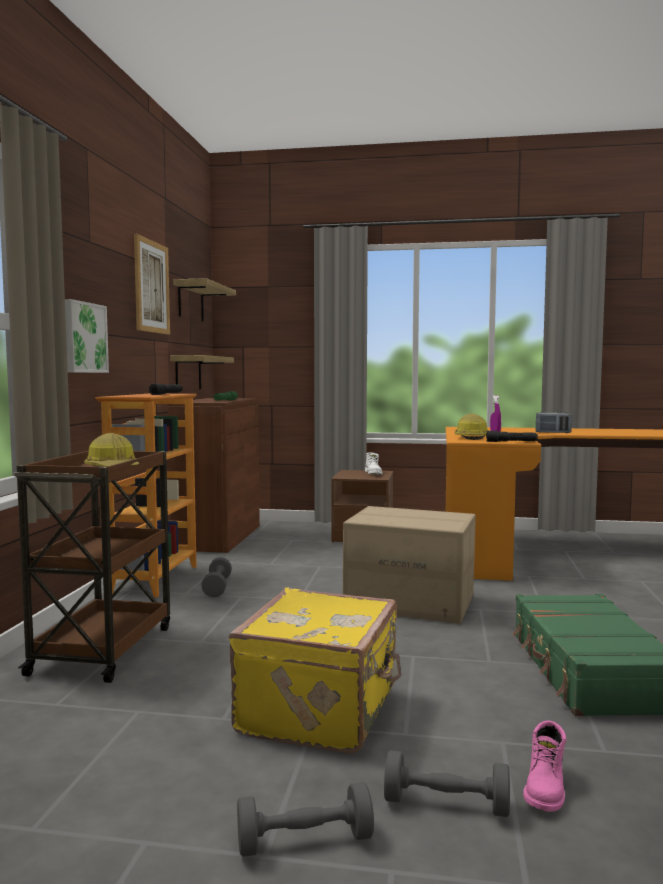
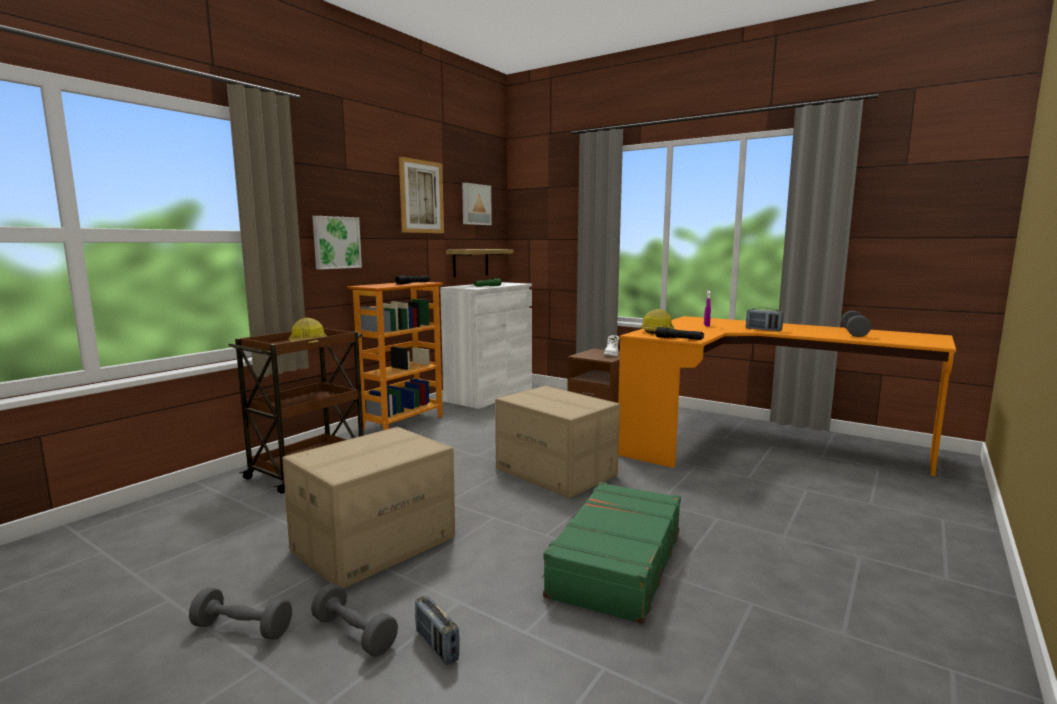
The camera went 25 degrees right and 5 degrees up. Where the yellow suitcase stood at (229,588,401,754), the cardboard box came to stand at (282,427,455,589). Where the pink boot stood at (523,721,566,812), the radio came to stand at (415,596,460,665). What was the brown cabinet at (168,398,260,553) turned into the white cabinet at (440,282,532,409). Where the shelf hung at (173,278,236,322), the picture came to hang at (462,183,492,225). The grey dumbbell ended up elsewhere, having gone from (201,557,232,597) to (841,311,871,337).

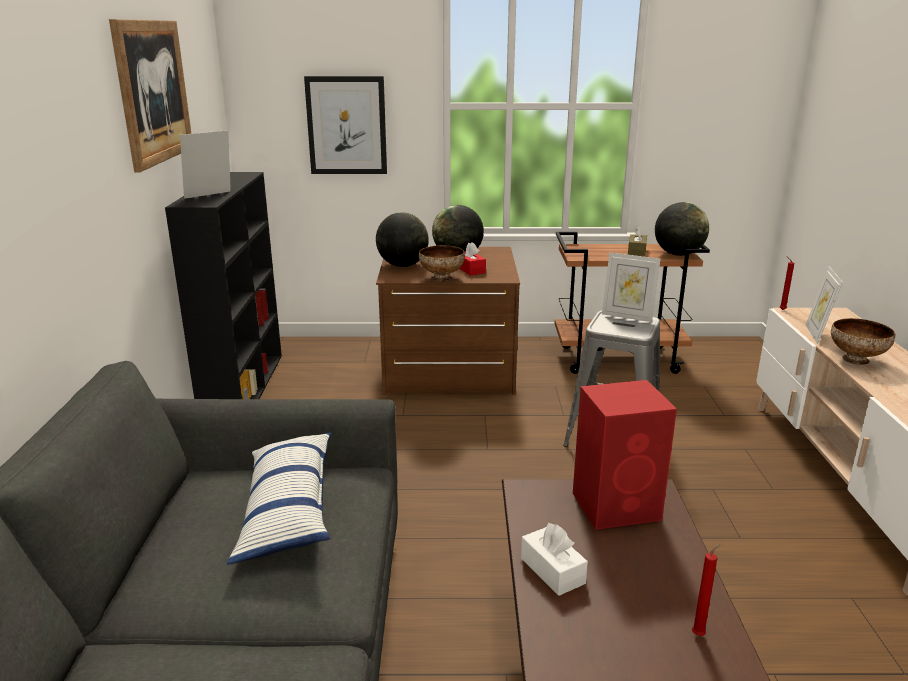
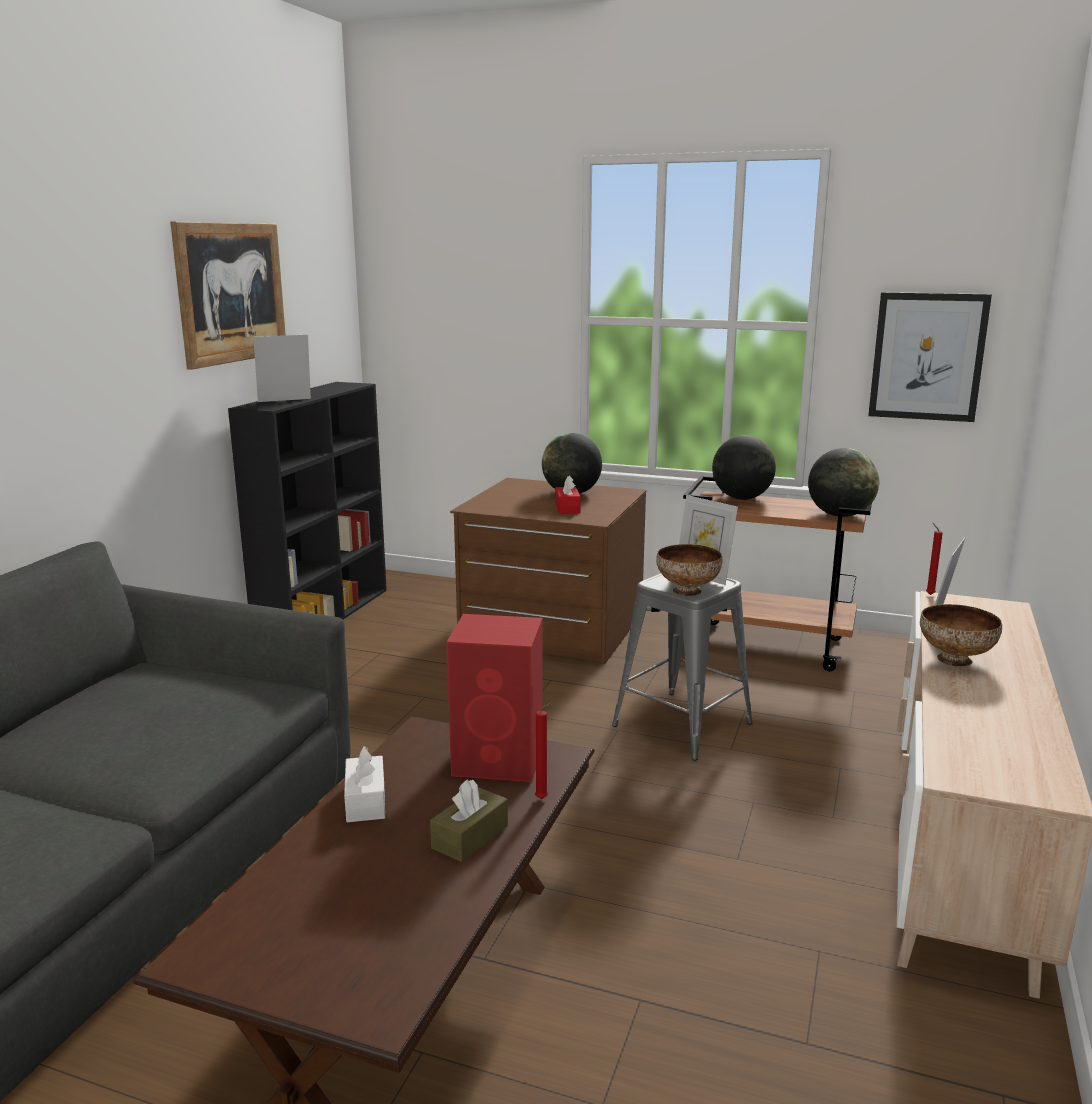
The camera went 20 degrees right and 5 degrees down. The brown tissue box ended up elsewhere, having gone from (628,226,647,257) to (430,779,508,862). The red candle ended up elsewhere, having gone from (692,543,721,636) to (535,702,553,799). The bowl ended up elsewhere, having gone from (419,245,465,281) to (656,544,722,596). The globe ended up elsewhere, having gone from (376,212,429,267) to (712,435,776,500). The picture ended up elsewhere, having gone from (304,76,387,174) to (868,292,992,422). The second view lost the pillow at (227,432,332,564).

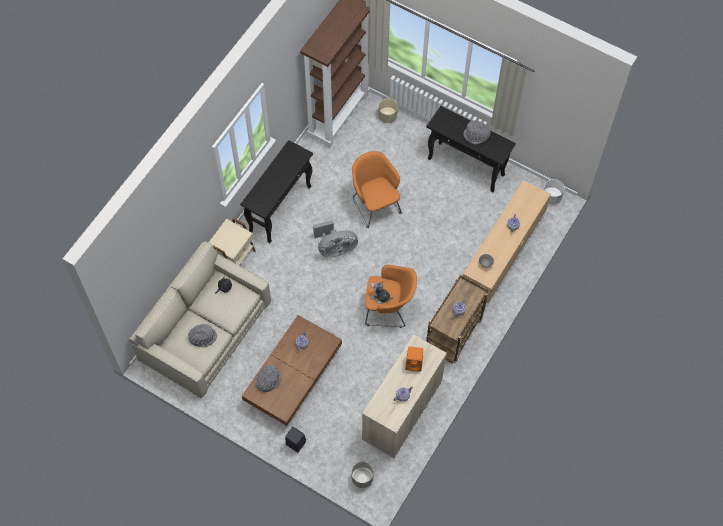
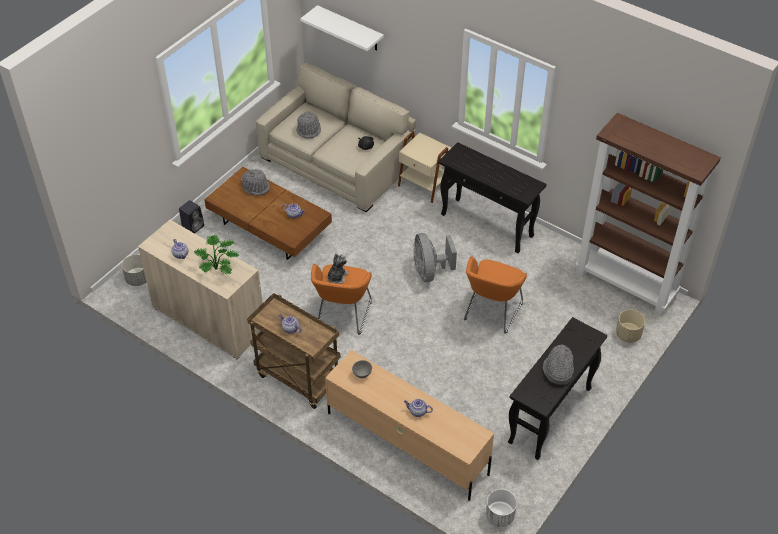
The camera went 95 degrees right and 15 degrees down. Where the orange speaker stood at (405,347,423,372), the potted plant came to stand at (194,235,239,275). The second view gained the white shelf at (300,5,384,51). The orange armchair at (352,151,402,228) ended up facing another way, 135 degrees clockwise from before.

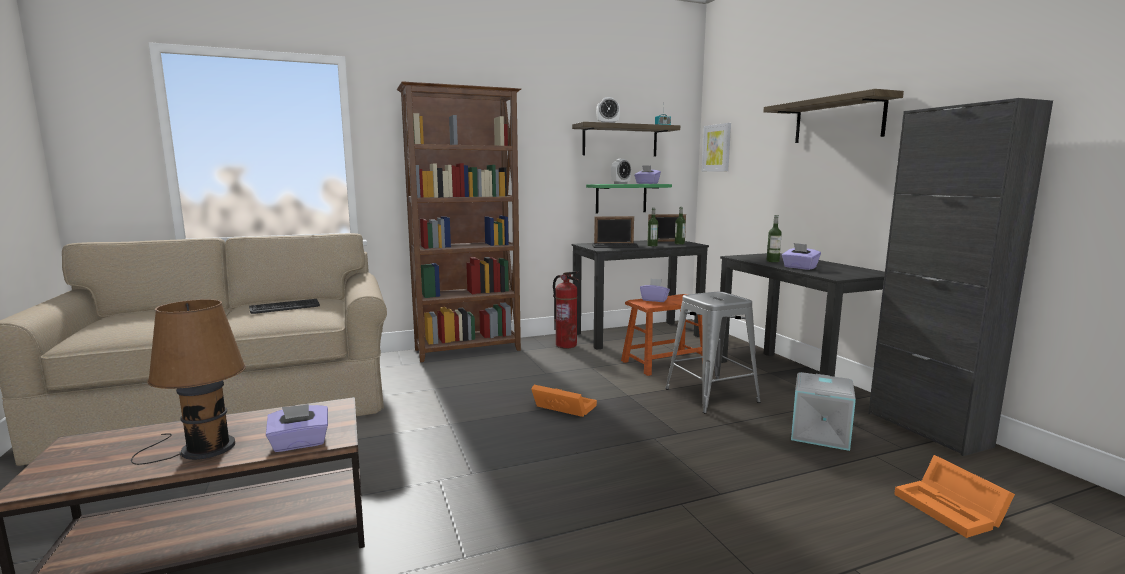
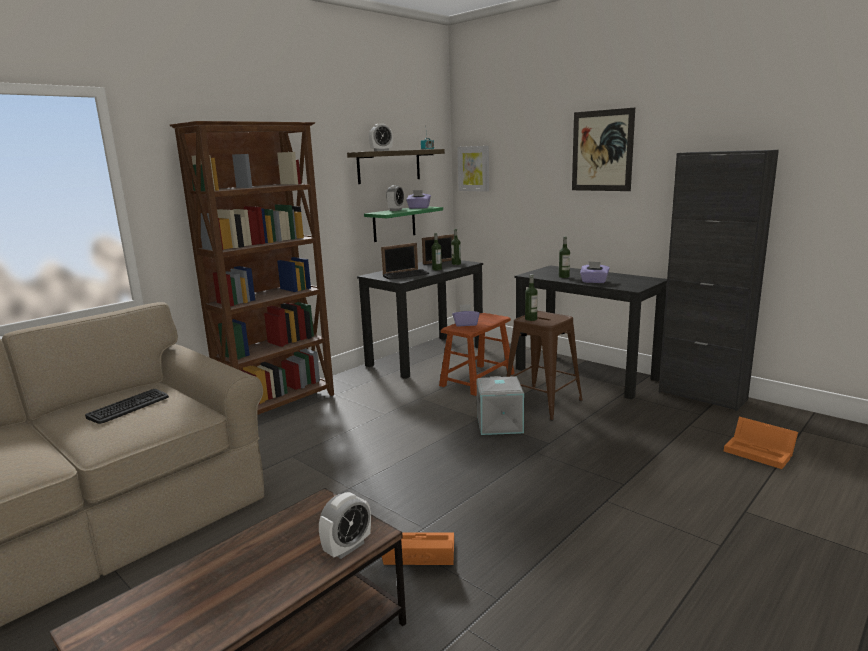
The camera went 25 degrees left and 5 degrees up. Where the purple tissue box stood at (266,404,328,452), the alarm clock came to stand at (319,492,371,559). The orange storage box ended up elsewhere, having gone from (531,385,597,417) to (382,533,454,565). The grey storage box ended up elsewhere, having gone from (791,372,856,451) to (477,376,524,435). What was the grey stool at (665,292,761,413) turned into the brown stool at (506,311,583,420). The second view gained the bottle at (525,274,538,321). Where the shelf hung at (763,89,904,143), the picture came to hang at (572,108,635,191). The second view lost the brown table lamp at (131,299,246,465). The second view lost the fire extinguisher at (553,271,580,348).

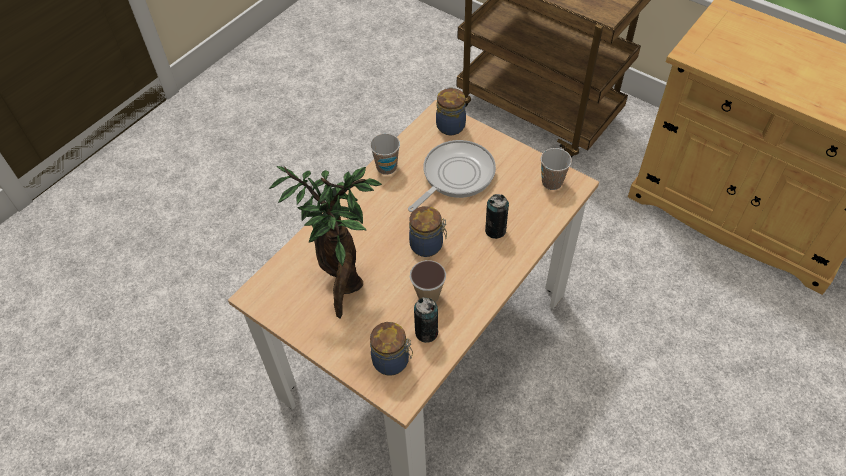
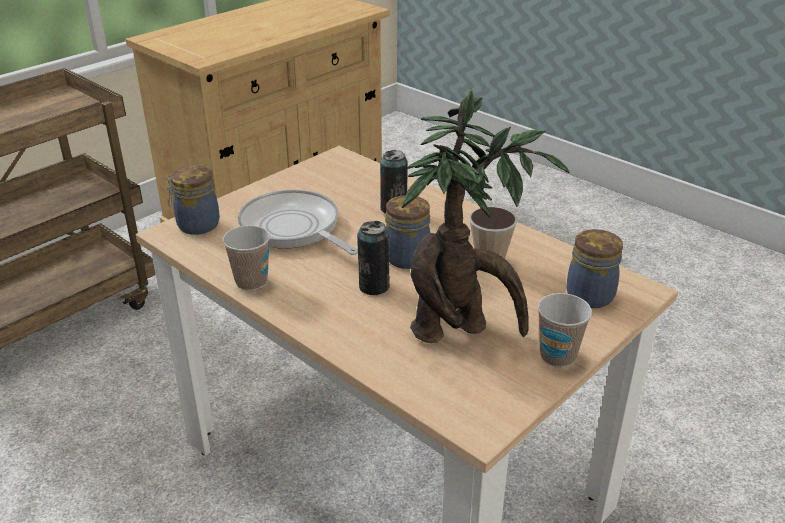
The camera went 85 degrees left and 20 degrees down. The can ended up elsewhere, having gone from (414,297,438,343) to (357,221,390,295). The cup ended up elsewhere, having gone from (541,148,572,190) to (538,293,592,367).

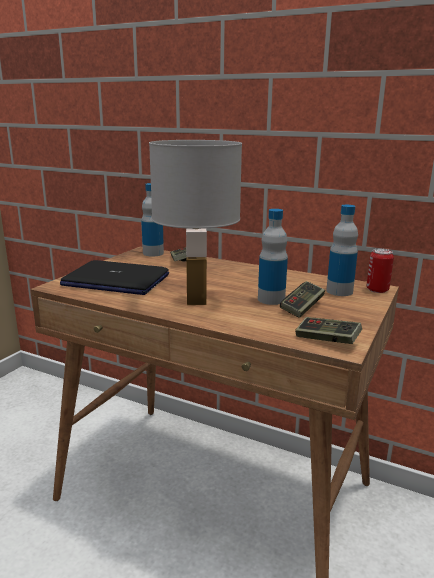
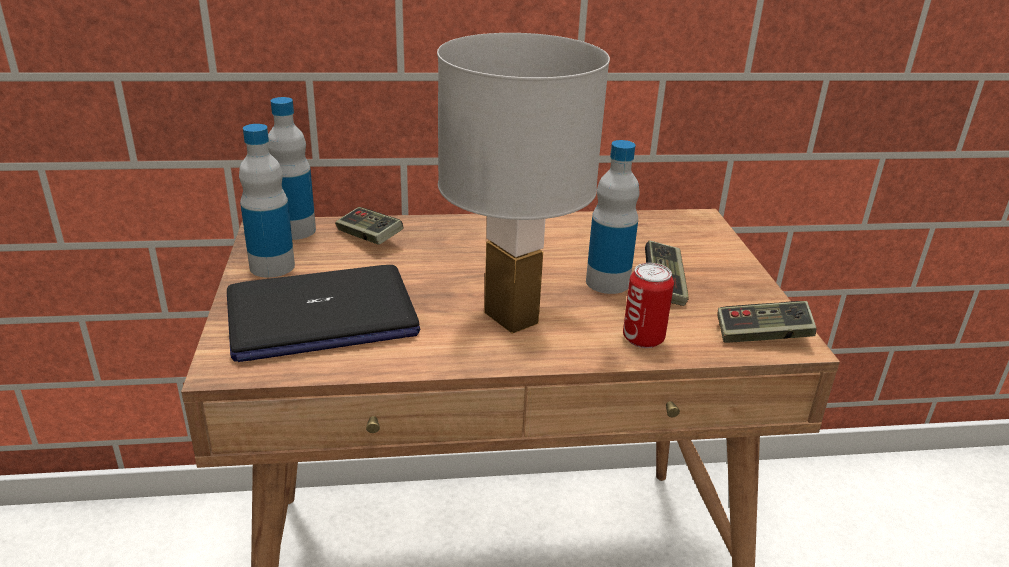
The camera went 35 degrees left and 10 degrees up. The bottle ended up elsewhere, having gone from (326,205,358,296) to (239,124,295,278). The can ended up elsewhere, having gone from (366,249,394,293) to (623,263,674,348).

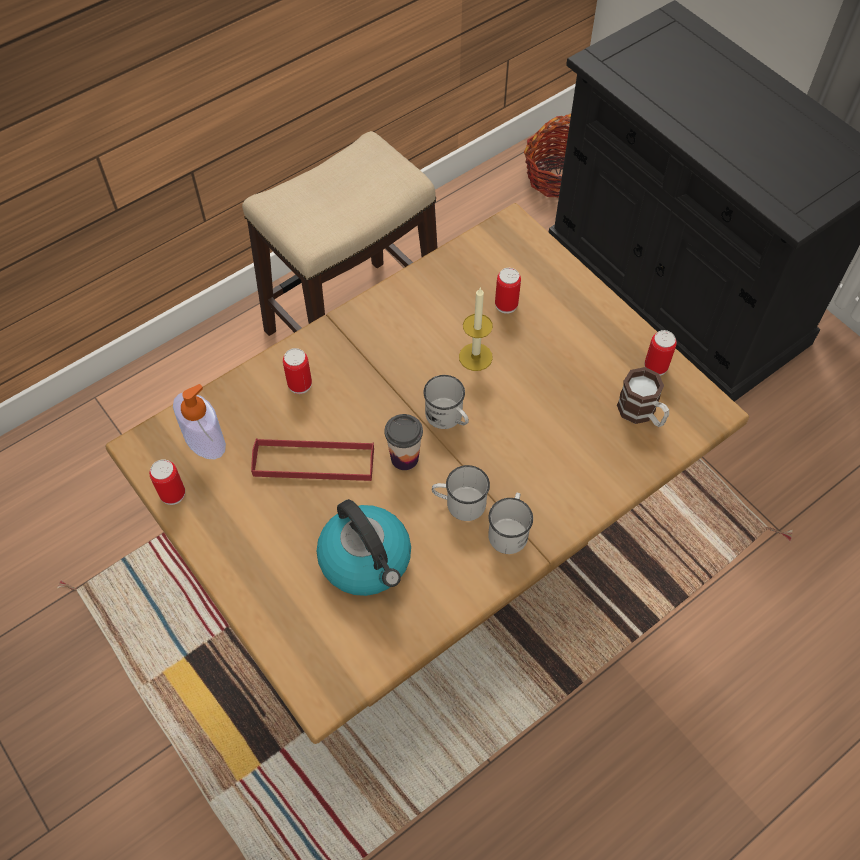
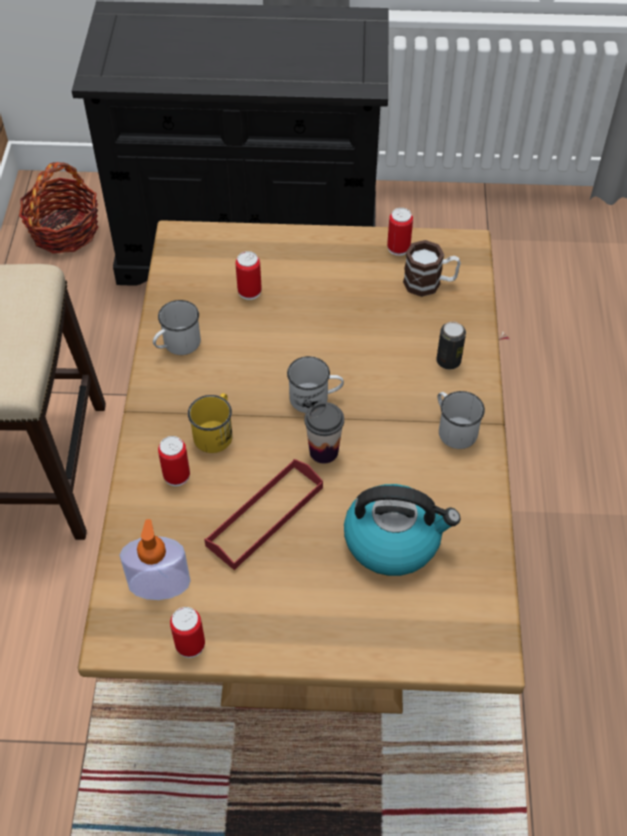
The camera went 50 degrees left and 5 degrees down. The white mug ended up elsewhere, having gone from (432,465,490,521) to (153,300,201,355). The second view gained the yellow mug at (188,393,232,453). The second view gained the can at (436,322,466,369). The second view lost the candle at (459,288,493,371).

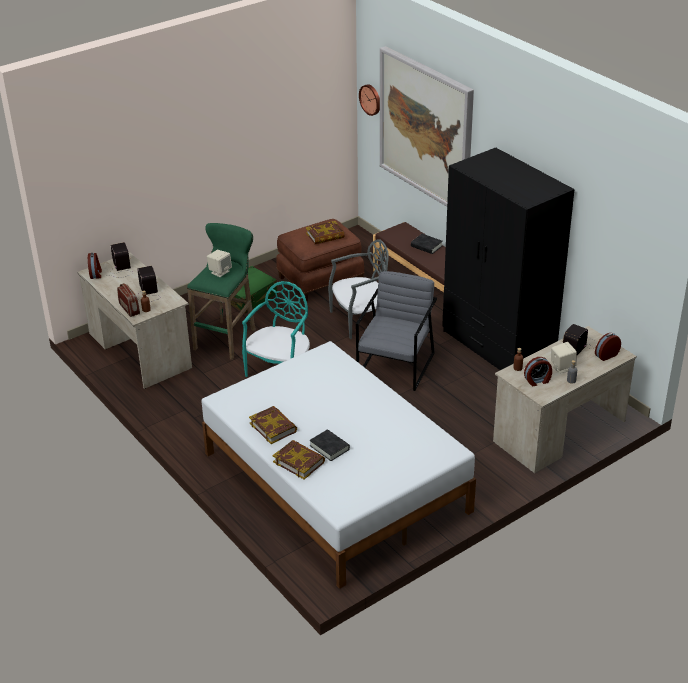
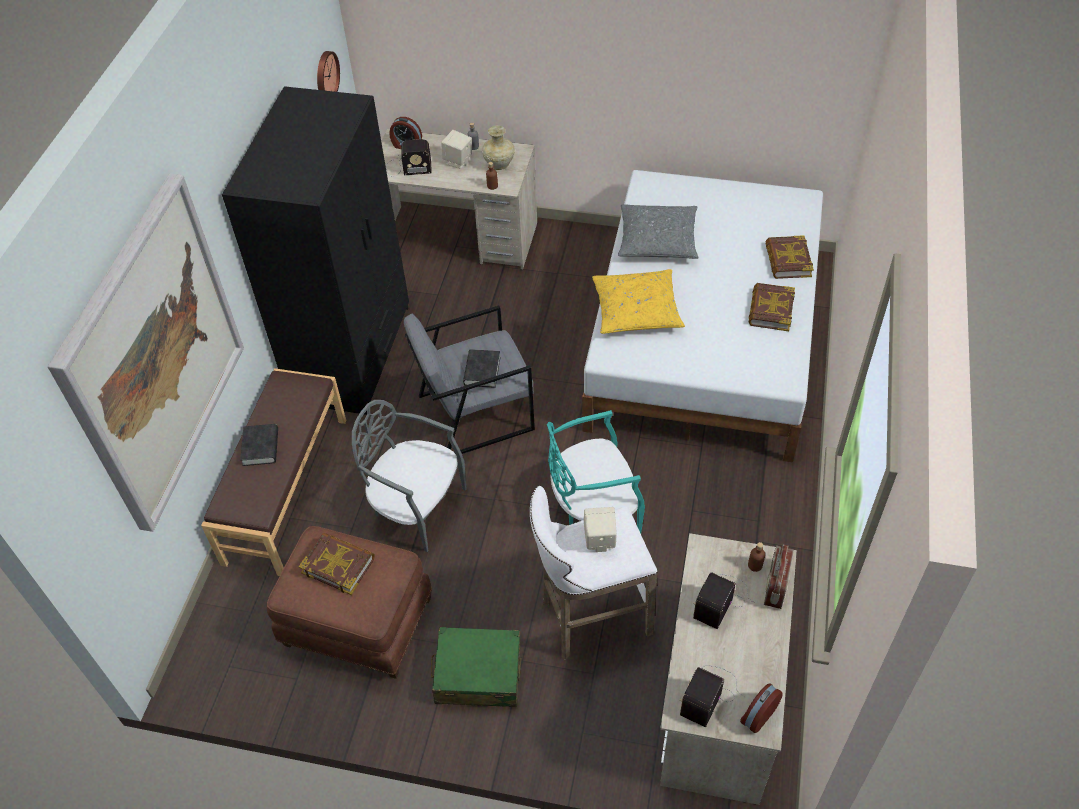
The camera went 130 degrees left and 15 degrees up. The wall clock ended up elsewhere, having gone from (359,84,380,116) to (317,51,340,92). The black book ended up elsewhere, having gone from (309,429,350,461) to (463,349,500,388). Where the alarm clock stood at (524,357,552,386), the beige vase came to stand at (482,125,515,170). What was the green stool at (187,223,256,360) turned into the white stool at (530,486,658,660). The second view gained the yellow pillow at (592,269,685,334). The second view gained the grey pillow at (618,204,699,259).

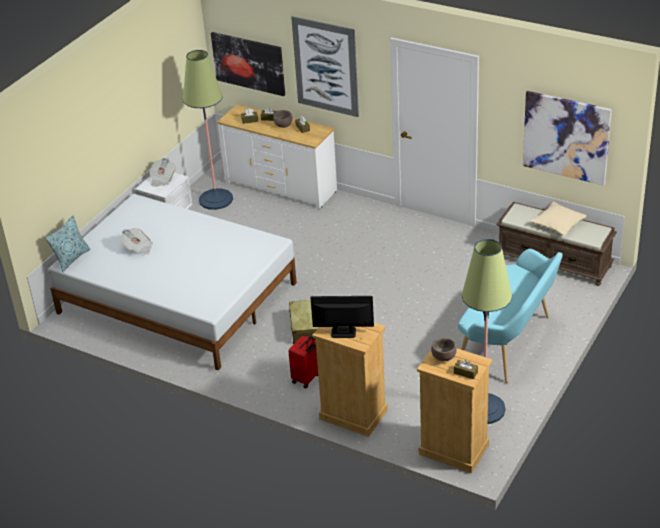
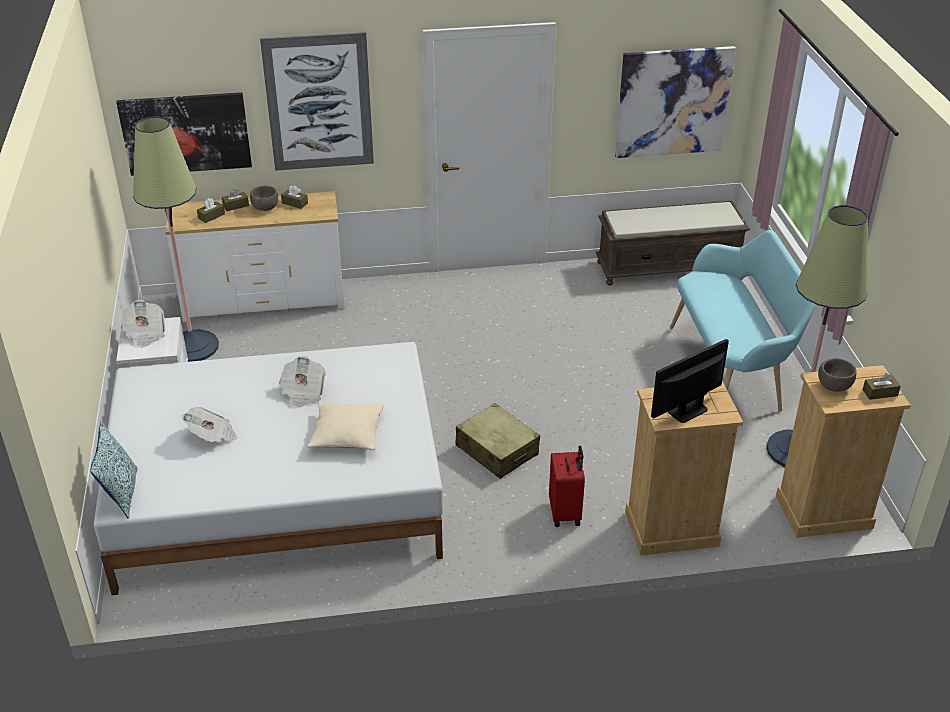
The camera went 40 degrees left and 0 degrees up. The second view gained the newspaper at (279,356,326,408). The beige pillow ended up elsewhere, having gone from (530,202,587,235) to (308,401,383,450).

